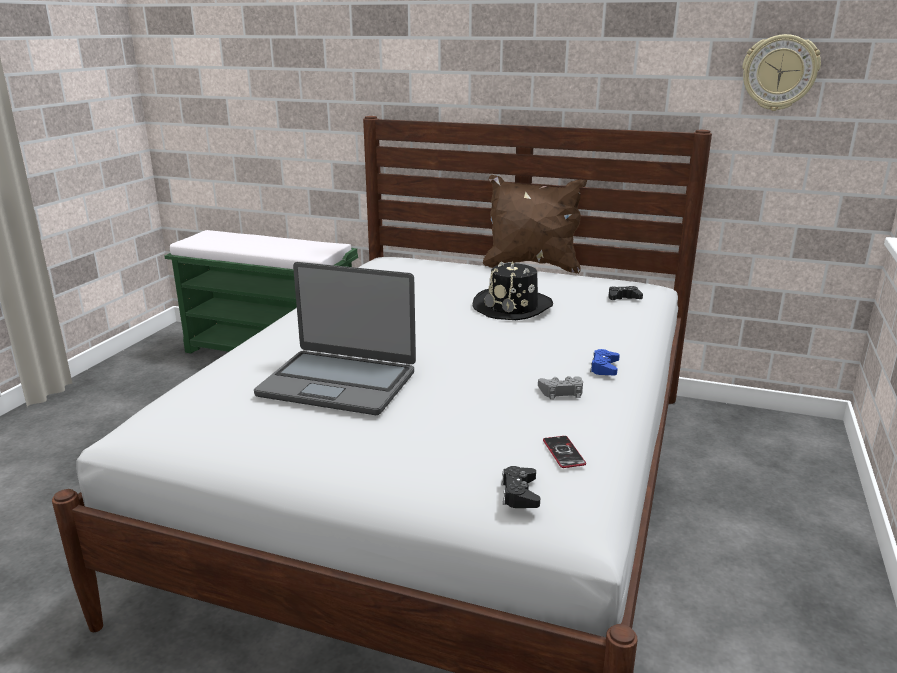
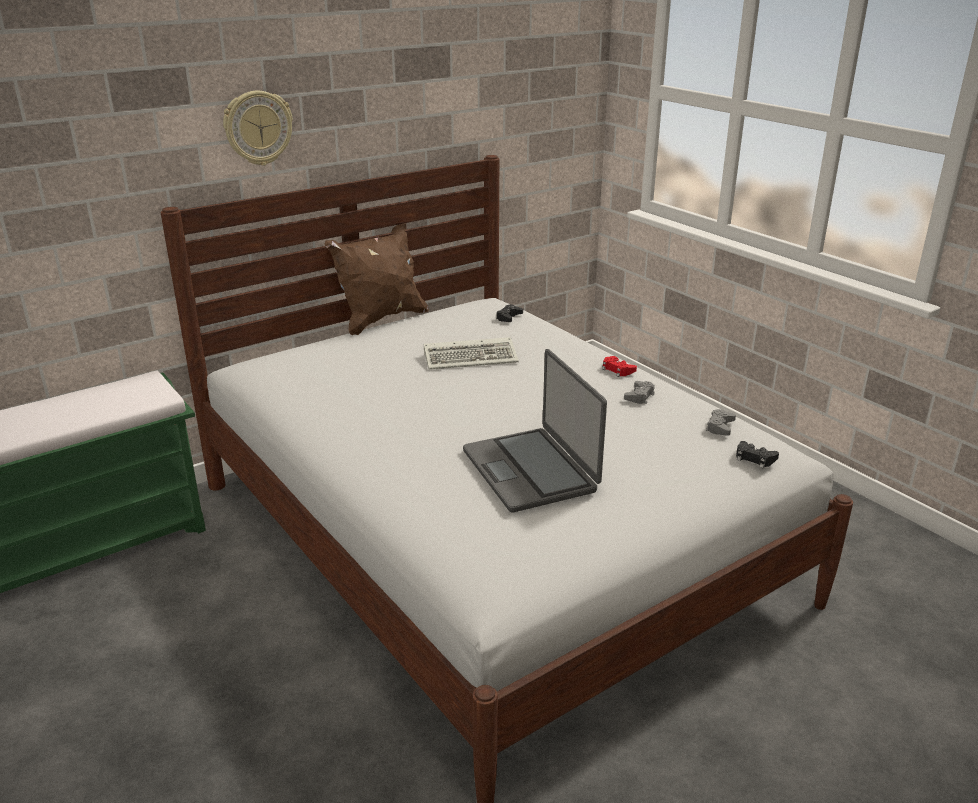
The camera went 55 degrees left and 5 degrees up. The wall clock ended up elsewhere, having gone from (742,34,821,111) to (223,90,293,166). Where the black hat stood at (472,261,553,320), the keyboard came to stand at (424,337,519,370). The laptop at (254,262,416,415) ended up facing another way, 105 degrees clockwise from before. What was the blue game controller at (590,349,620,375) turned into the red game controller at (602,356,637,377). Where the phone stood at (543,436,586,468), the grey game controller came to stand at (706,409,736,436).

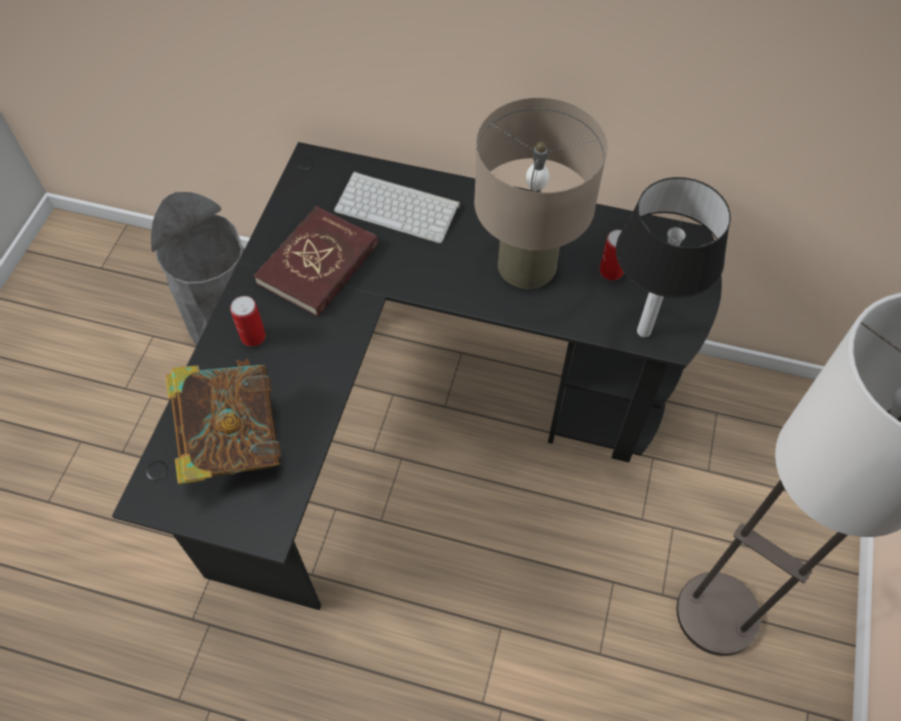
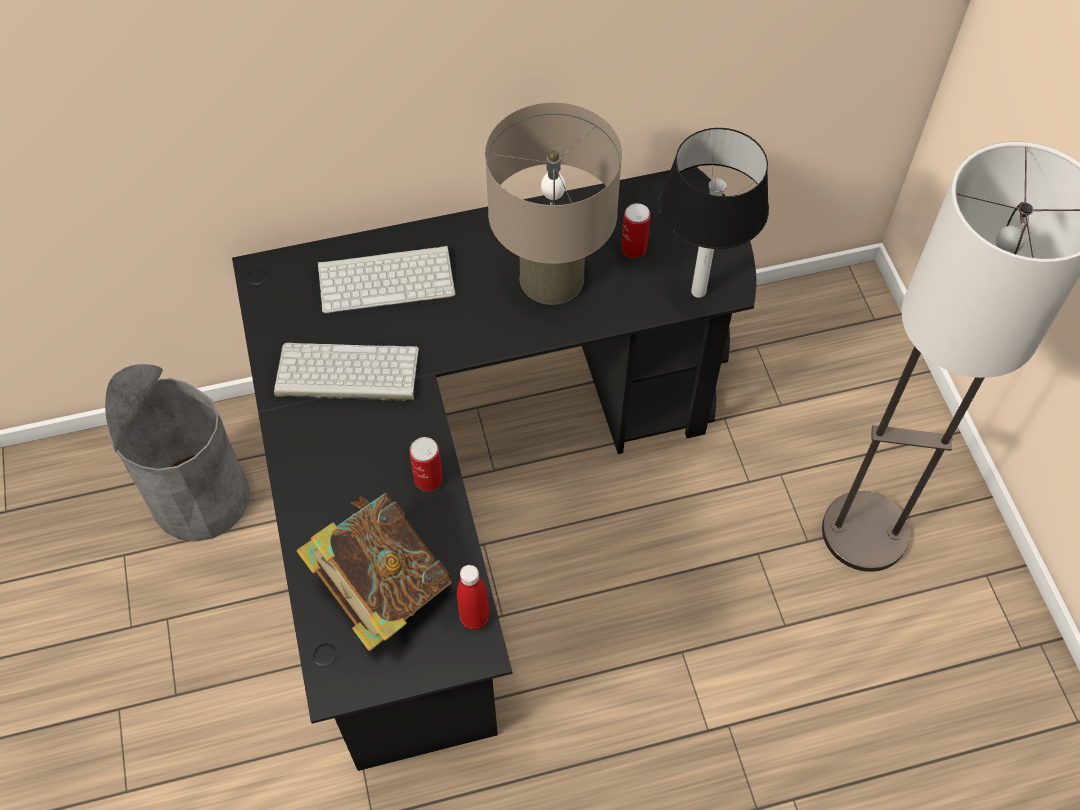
The camera went 30 degrees left and 0 degrees up. Where the red book stood at (254,206,378,317), the keyboard came to stand at (274,343,419,401). The can ended up elsewhere, having gone from (230,296,266,347) to (409,437,443,491). The second view gained the red bottle at (457,565,489,630).

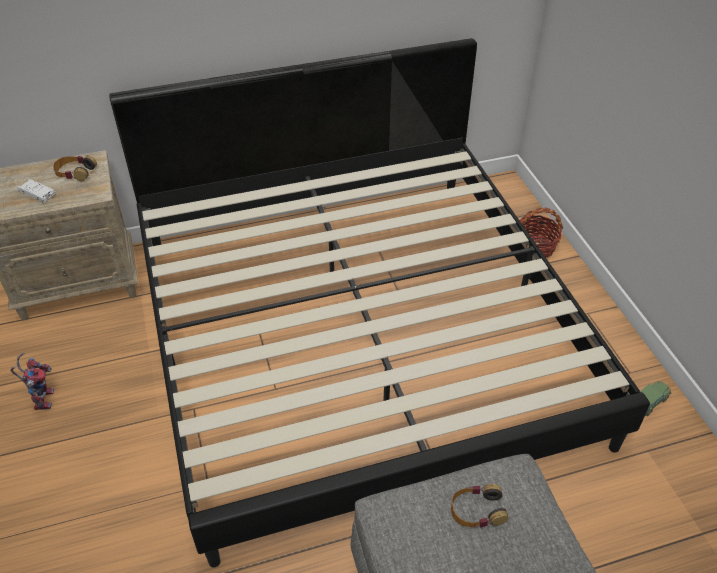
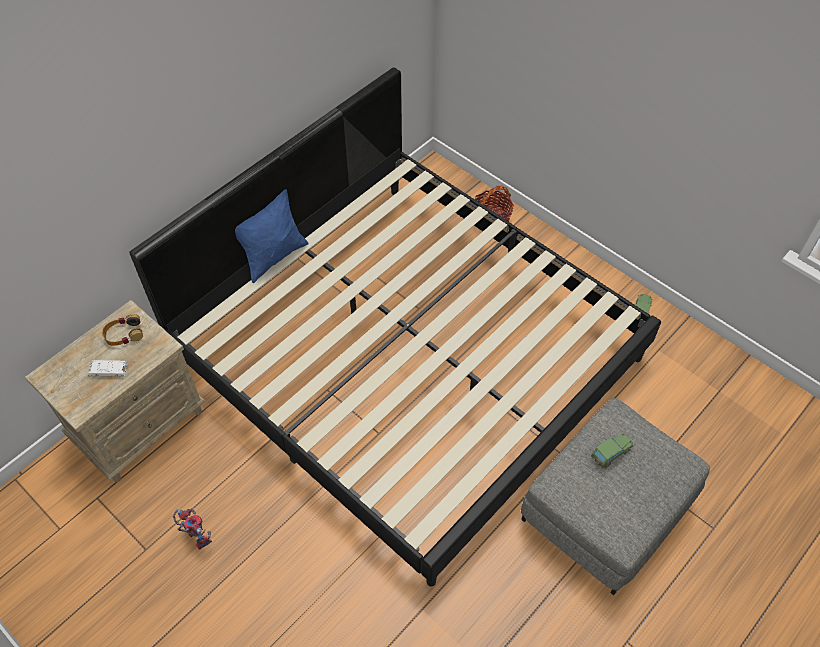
The camera went 30 degrees left and 10 degrees up. The second view gained the blue pillow at (235,189,308,283). Where the headphones stood at (451,484,508,528), the toy car came to stand at (591,434,633,468).

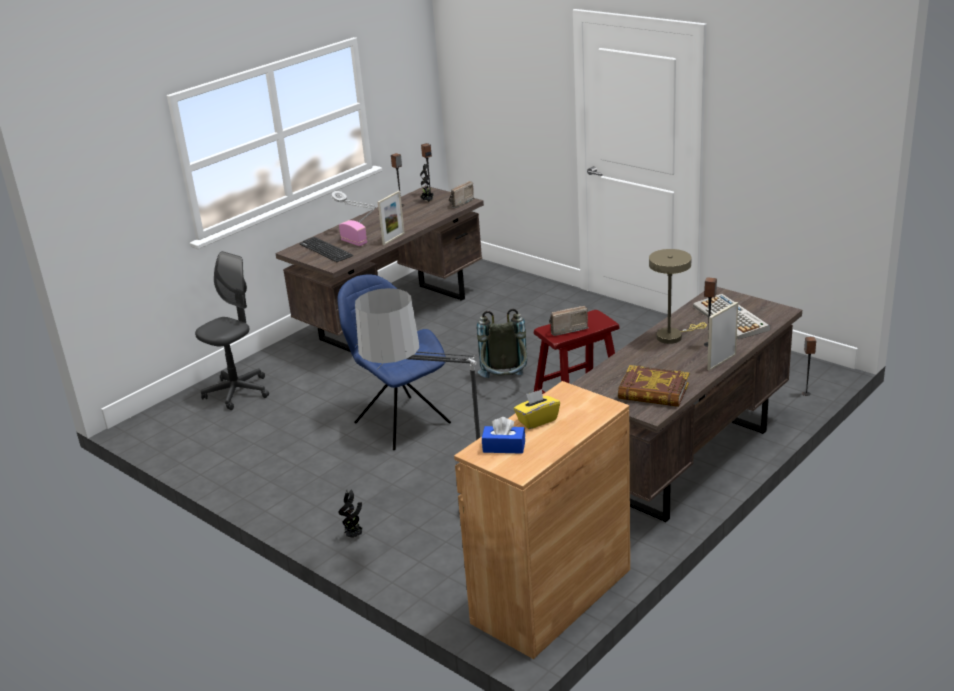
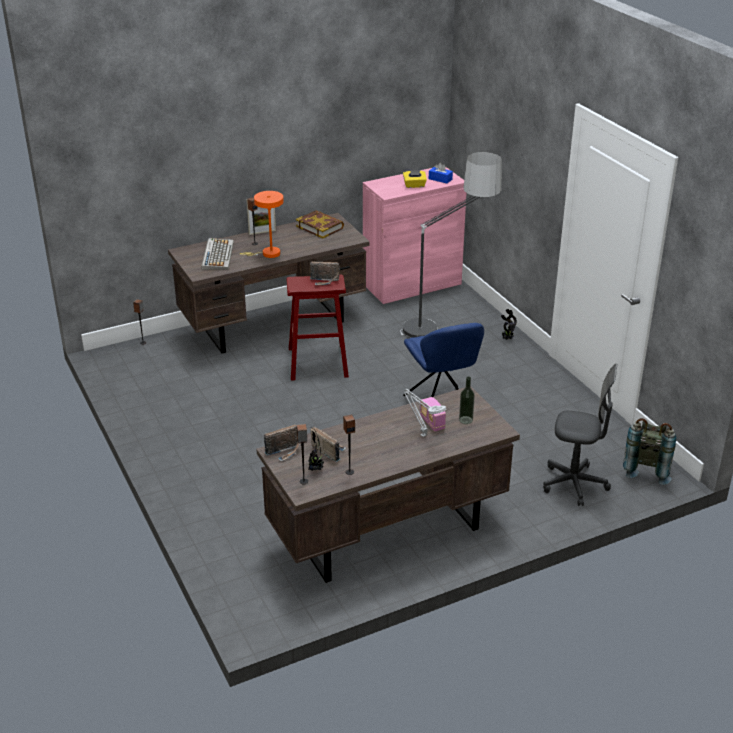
The camera went 160 degrees left and 5 degrees up. What was the beige table lamp at (649,249,707,344) turned into the orange table lamp at (240,191,284,258). The second view gained the radio at (311,426,346,462). What was the brown cabinet at (454,381,630,659) turned into the pink cabinet at (363,167,466,304). Where the keyboard stood at (300,237,353,262), the bottle came to stand at (459,377,475,424). The grey office chair at (195,251,269,410) ended up facing another way, 135 degrees counterclockwise from before. The grey backpack ended up elsewhere, having gone from (477,309,528,378) to (623,418,676,485). The second view lost the picture frame at (378,191,405,245).

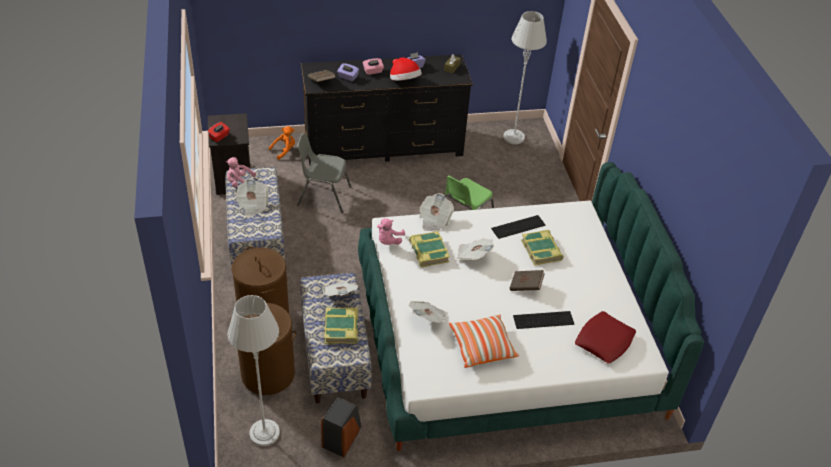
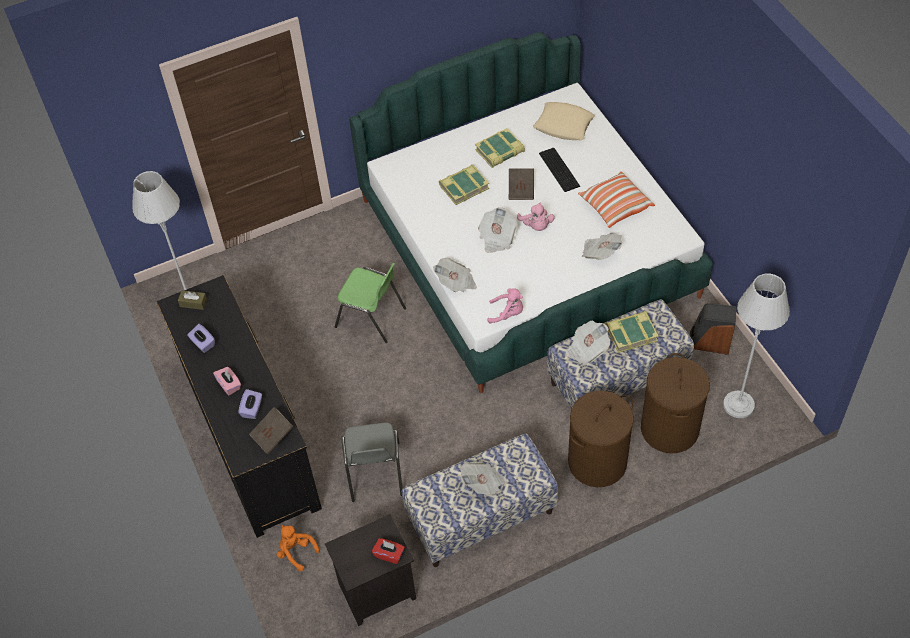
The camera went 100 degrees left and 10 degrees up. The book ended up elsewhere, having gone from (409,231,450,267) to (475,128,525,168). The pink plush toy ended up elsewhere, having gone from (226,157,256,187) to (517,203,555,231). What was the red pillow at (575,311,636,364) turned into the beige pillow at (533,102,595,140). The second view lost the hat at (390,57,422,81). The second view lost the keyboard at (491,215,545,239).

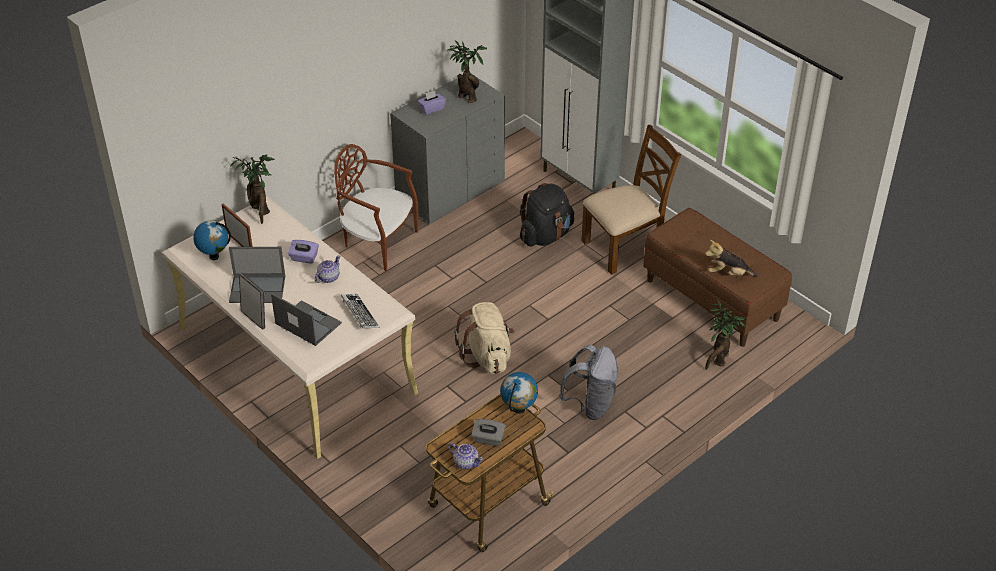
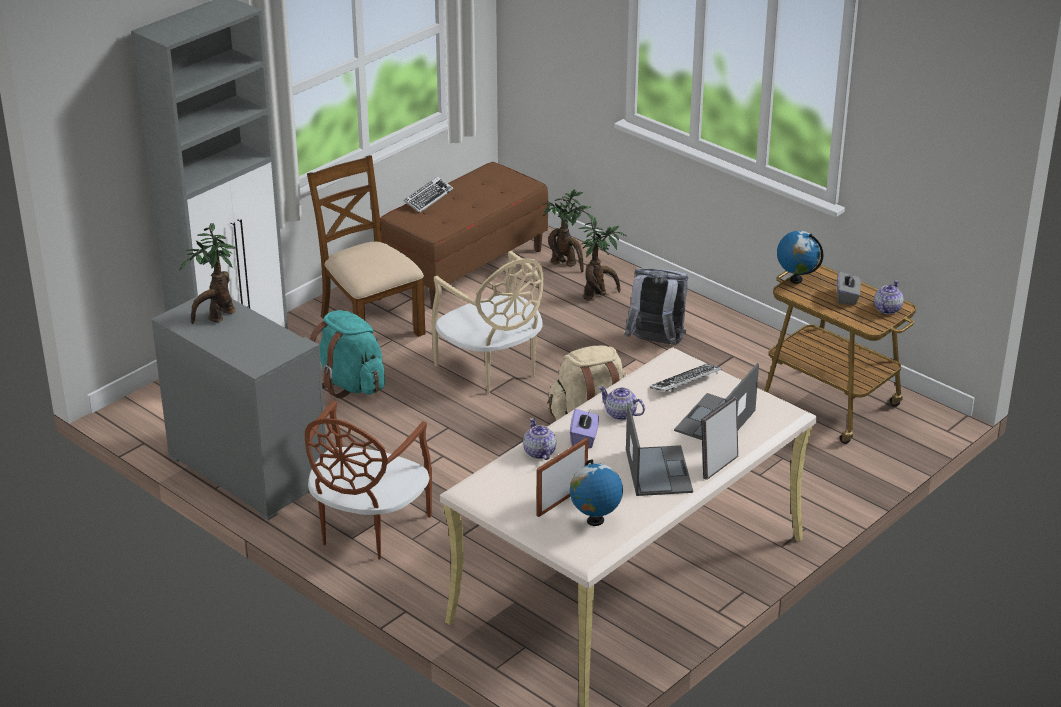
The camera went 95 degrees left and 10 degrees down. What was the black backpack at (520,183,574,246) turned into the turquoise backpack at (310,310,385,398). The second view gained the keyboard at (404,176,453,213). The second view gained the beige chair at (431,251,543,394). The second view gained the teapot at (523,418,556,460). The potted plant ended up elsewhere, having gone from (231,154,275,224) to (579,217,626,301). The second view lost the purple tissue box at (417,91,446,115). The second view lost the plush toy at (705,240,758,277).

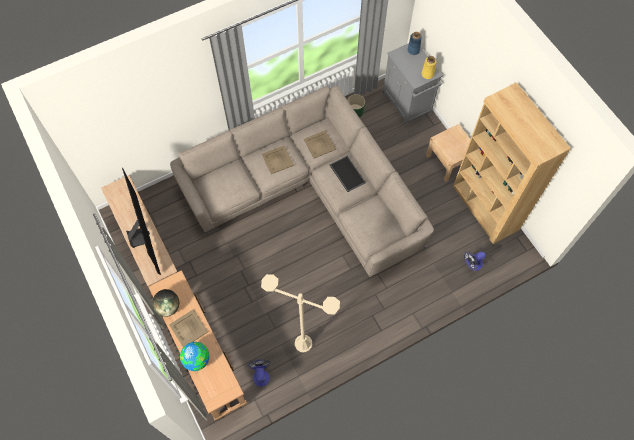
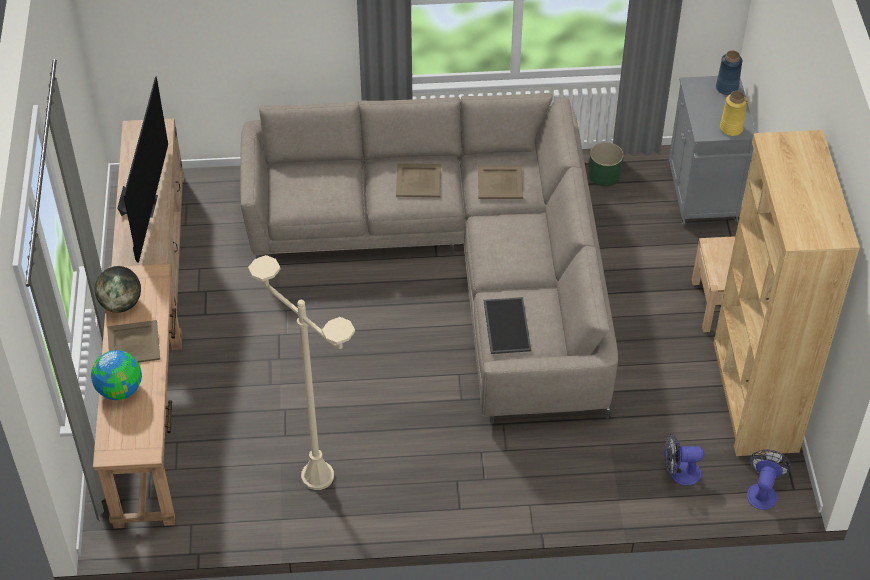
The camera went 25 degrees right and 15 degrees down. The tray ended up elsewhere, having gone from (330,156,366,192) to (484,297,531,354). The fan ended up elsewhere, having gone from (248,359,271,387) to (747,449,792,510).

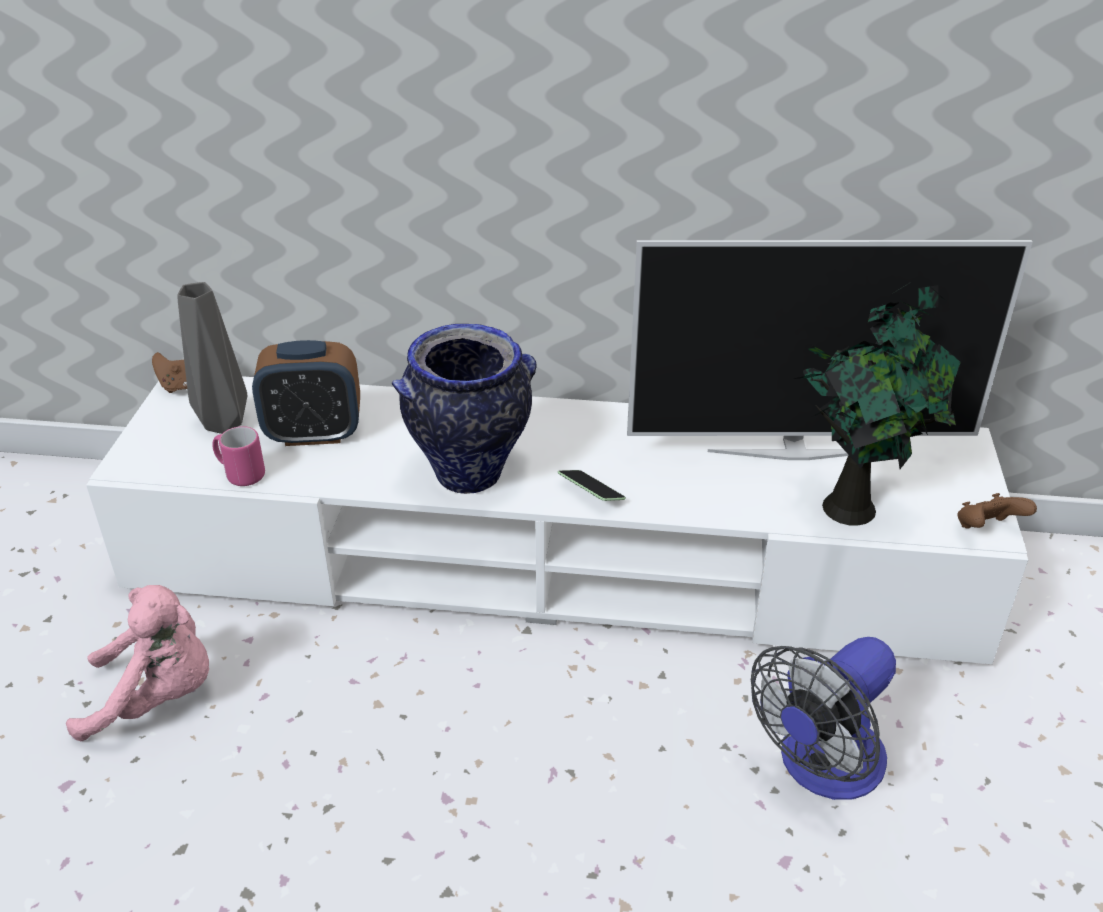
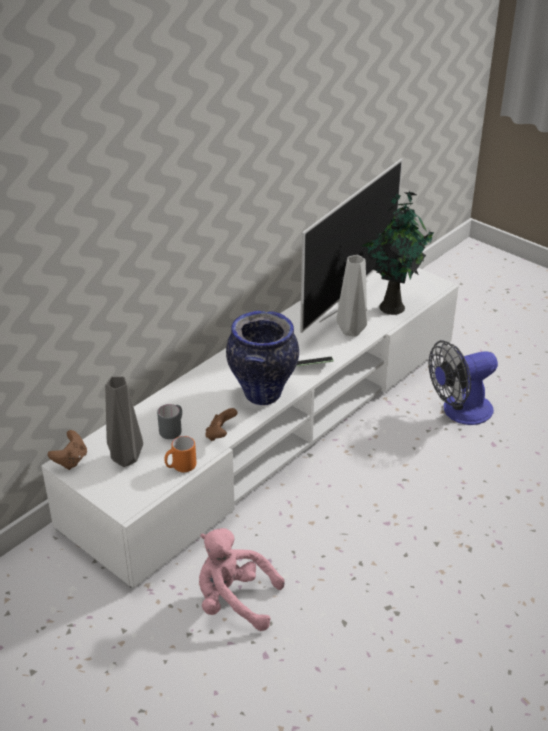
The camera went 55 degrees left and 0 degrees up. Where the alarm clock stood at (252,340,360,446), the grey mug came to stand at (157,404,182,439). What was the pink mug at (212,426,265,486) turned into the orange mug at (164,436,196,472). The pink plush toy at (66,585,209,741) ended up facing another way, 105 degrees counterclockwise from before. The brown game controller ended up elsewhere, having gone from (957,493,1037,529) to (205,408,238,441). The second view gained the grey vase at (336,255,367,337). The fan at (751,637,896,800) ended up facing another way, 75 degrees clockwise from before.

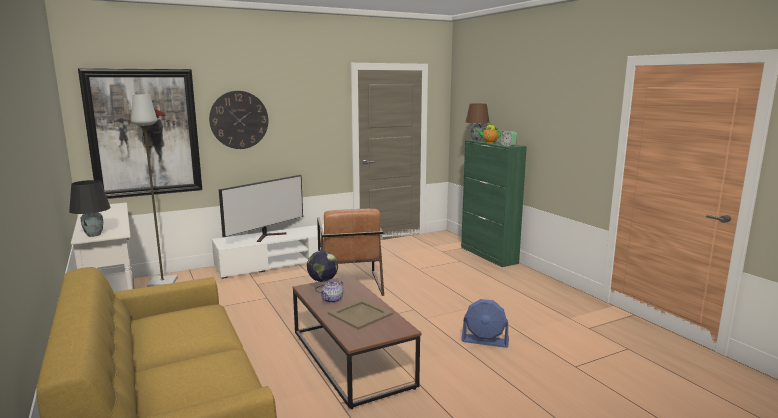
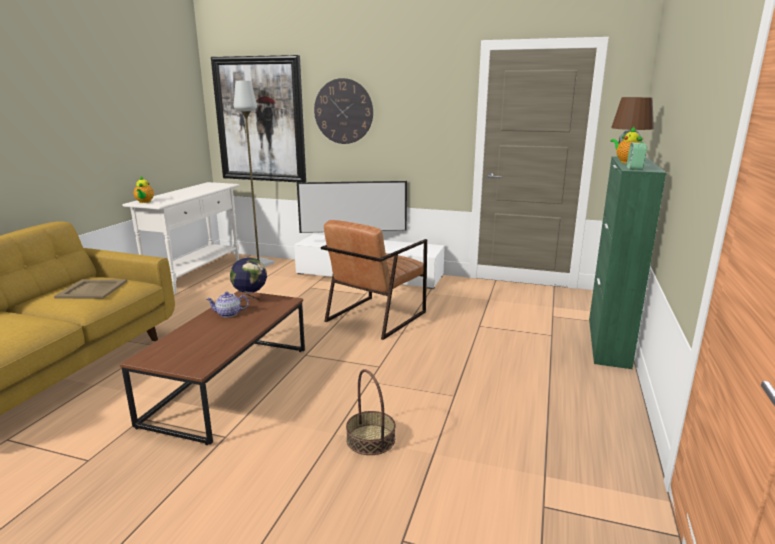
The camera went 45 degrees right and 5 degrees up. The beige tray ended up elsewhere, having gone from (328,299,393,330) to (54,279,127,299). Where the black table lamp stood at (69,180,111,237), the teapot came to stand at (134,176,154,203). Where the blue fan stood at (461,299,509,348), the basket came to stand at (346,369,396,455).

